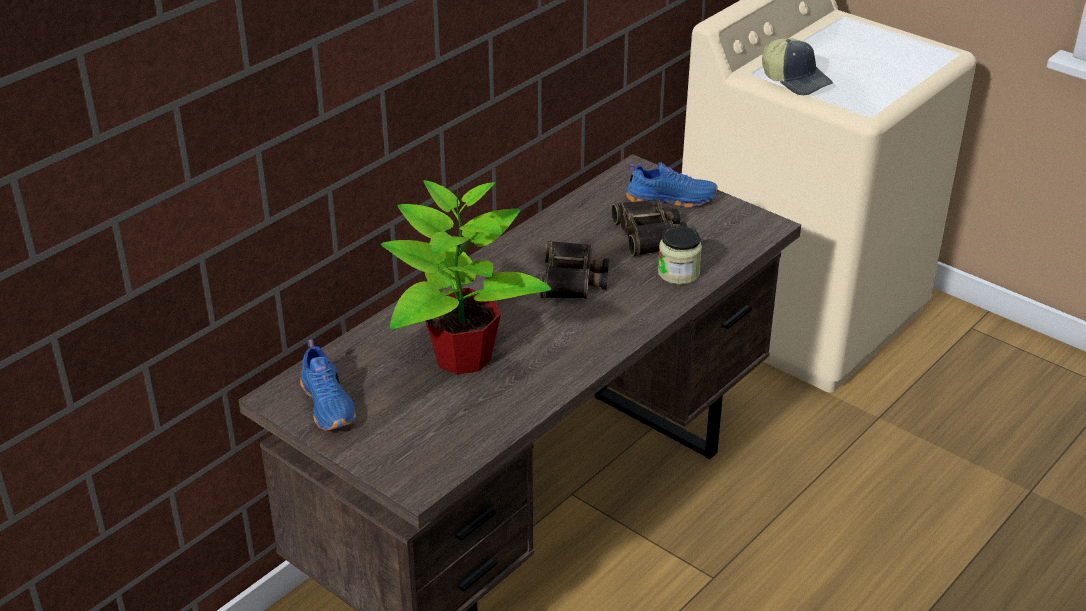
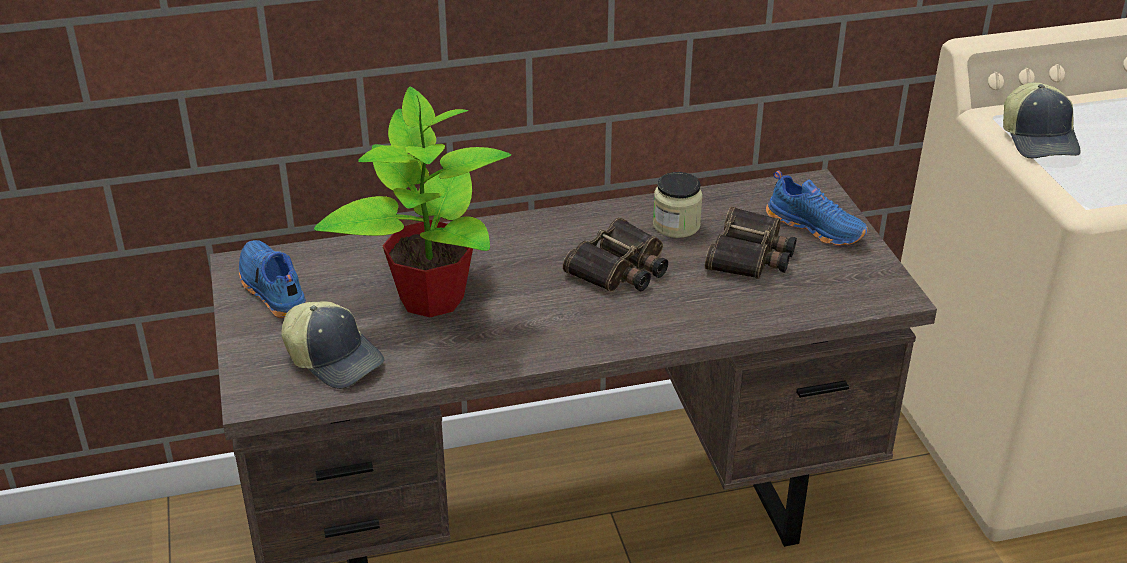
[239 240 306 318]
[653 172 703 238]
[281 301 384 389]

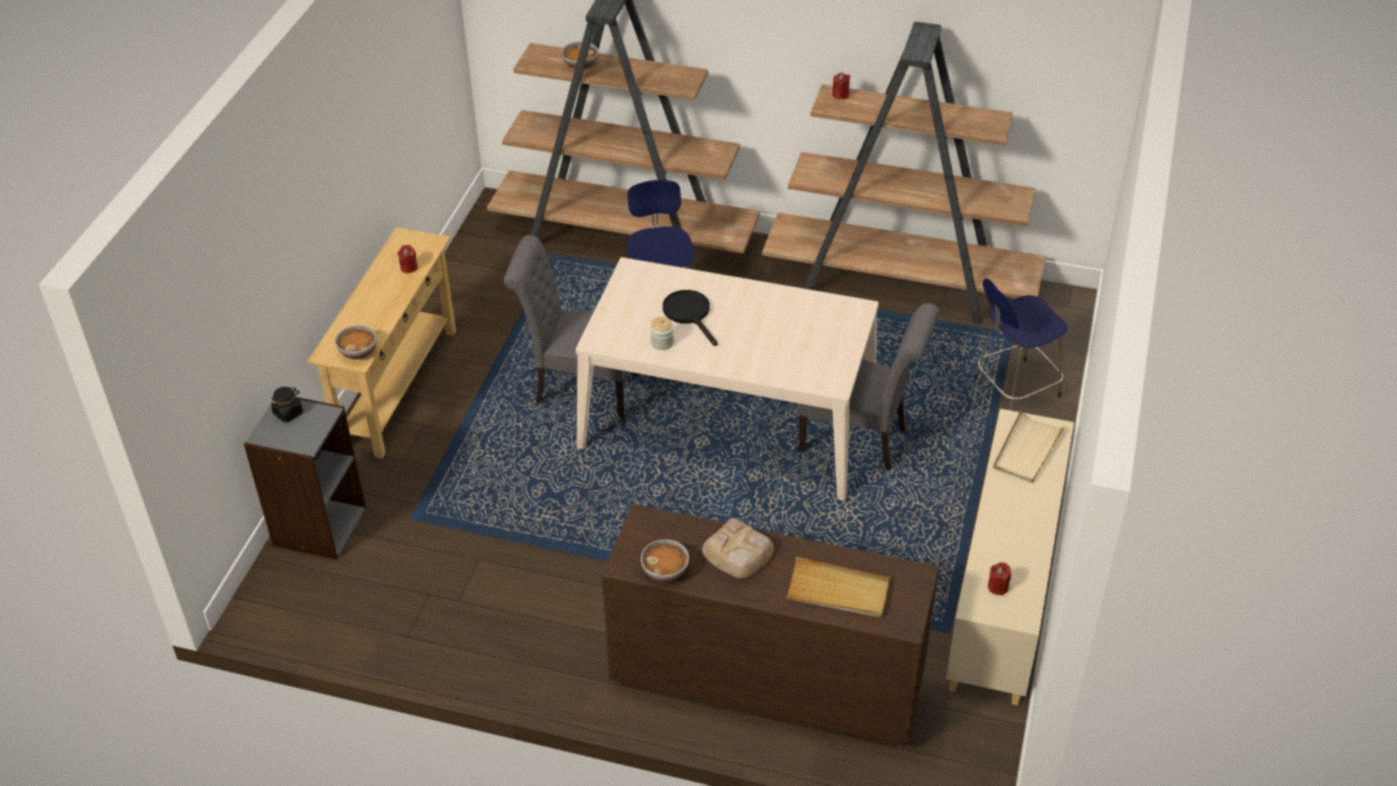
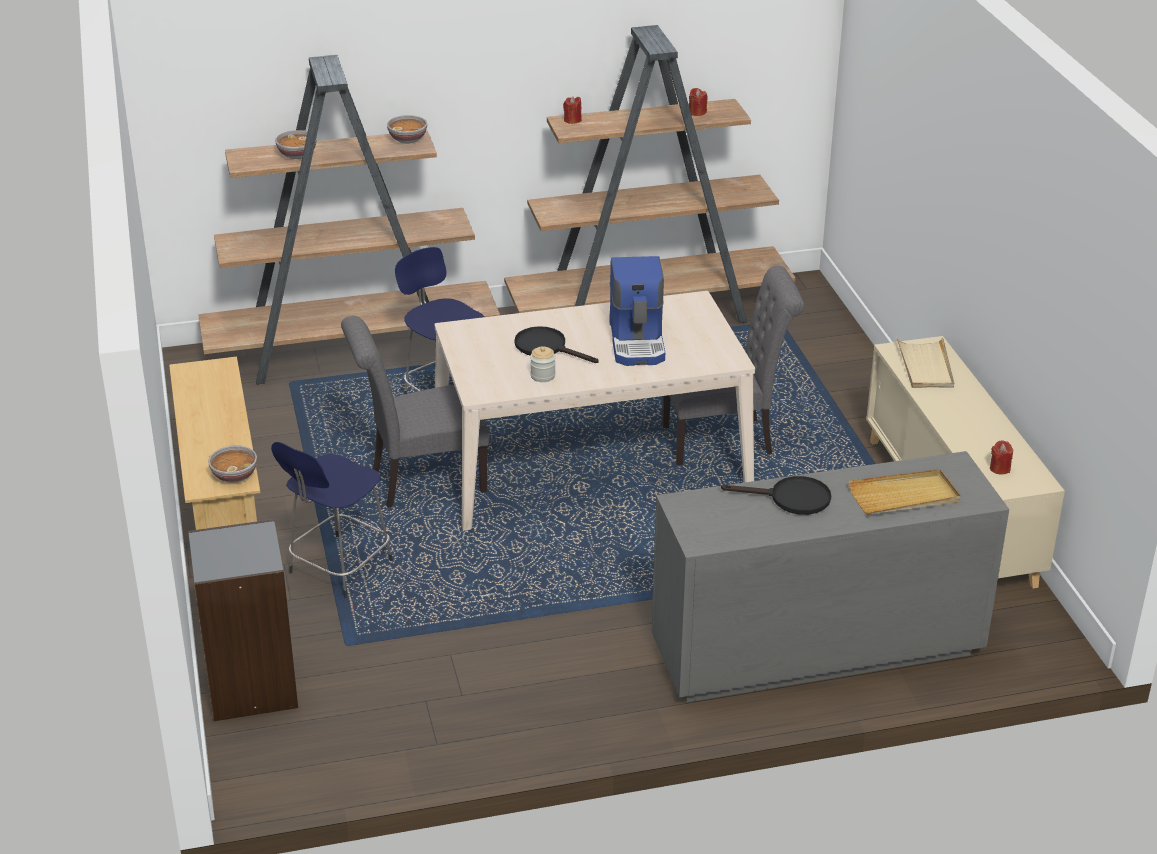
[271 387 303 422] (first image)
[689 88 707 116]
[652 451 1009 702]
[387 115 427 143]
[721 476 831 515]
[271 442 393 598]
[610 256 665 366]

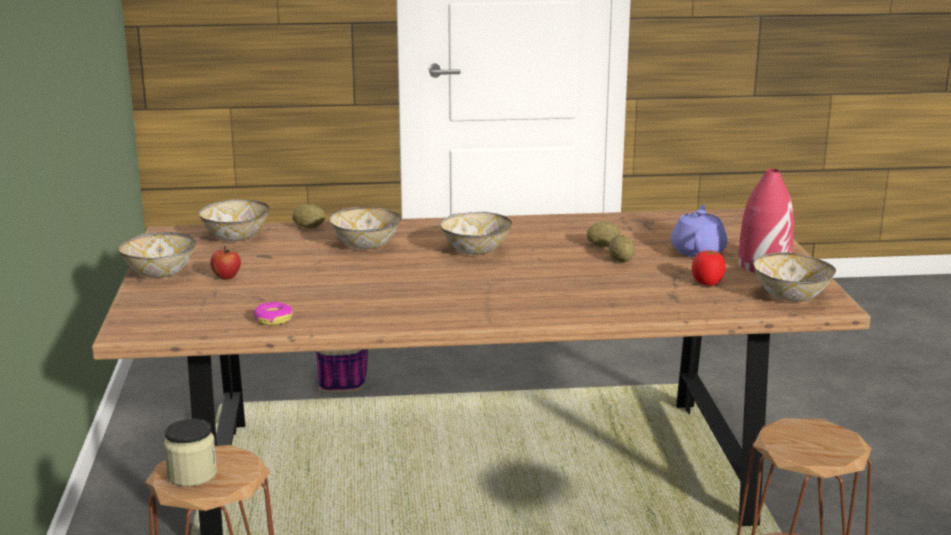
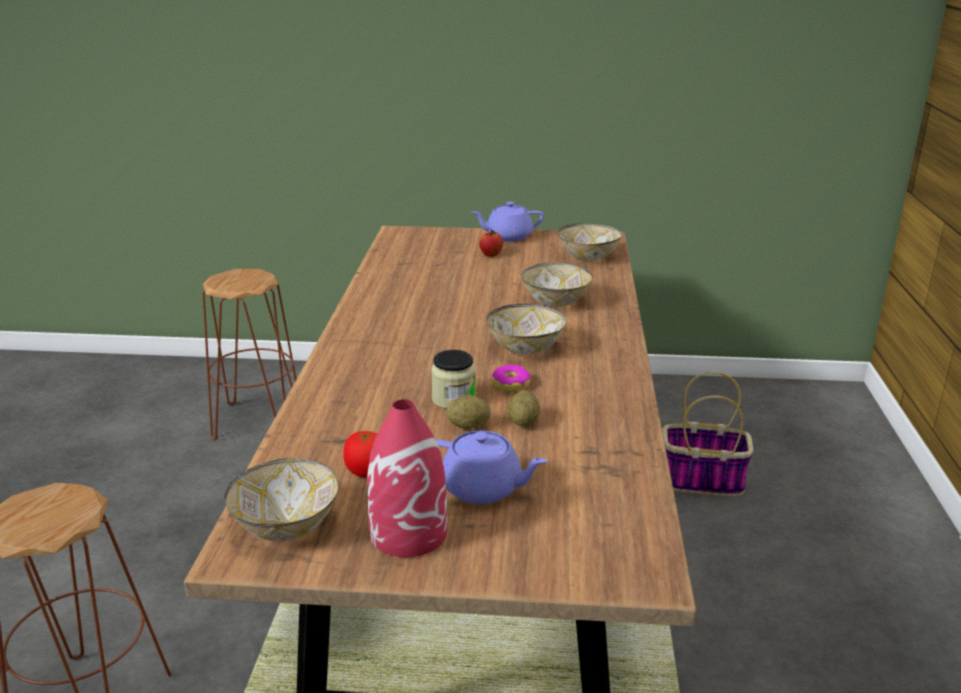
[472 202 544 242]
[431 350 476 409]
[491 365 531 391]
[292 204 325 228] (first image)

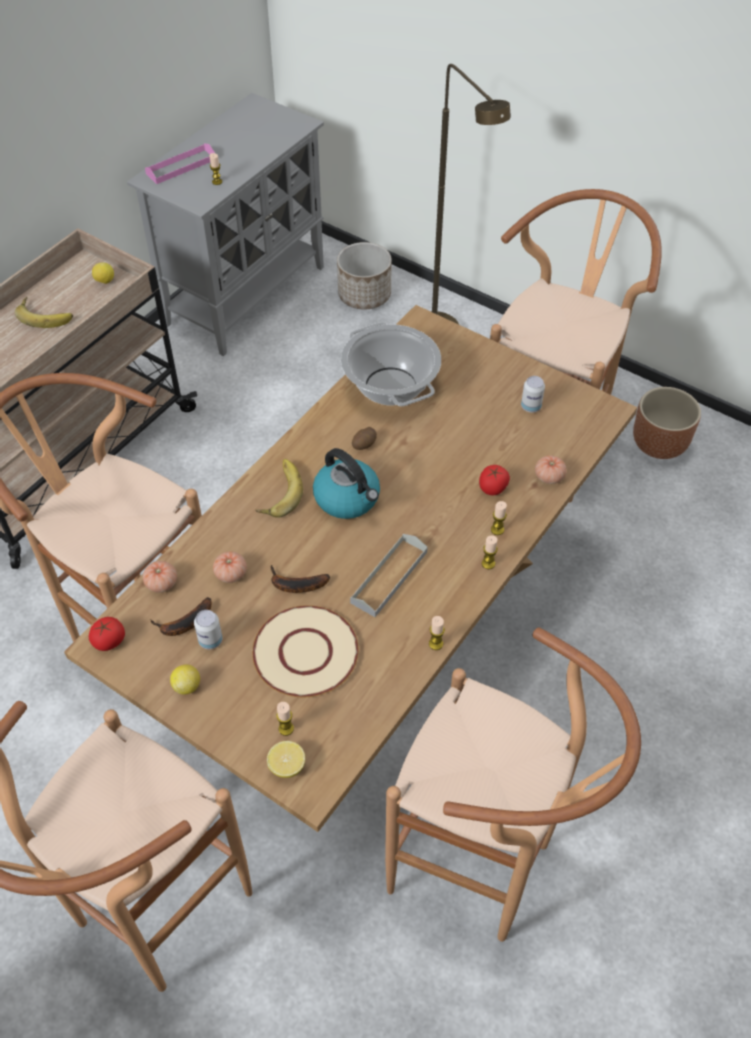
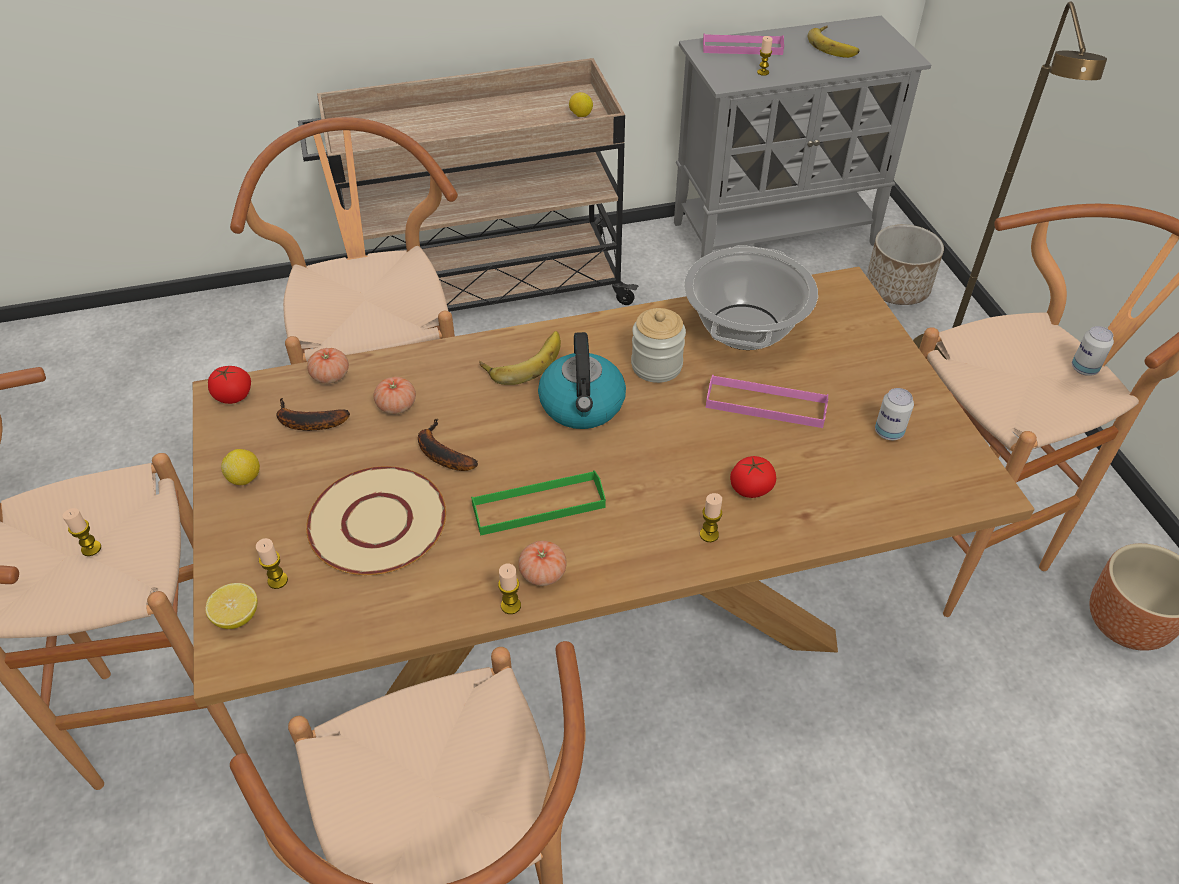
[808 26 859 58]
[1072 326 1114 376]
[471 470 606 536]
[631 308 686 383]
[62 508 101 556]
[518 541 567 586]
[706 375 828 428]

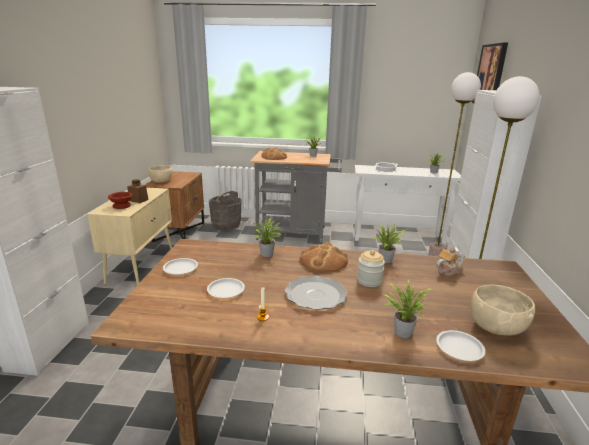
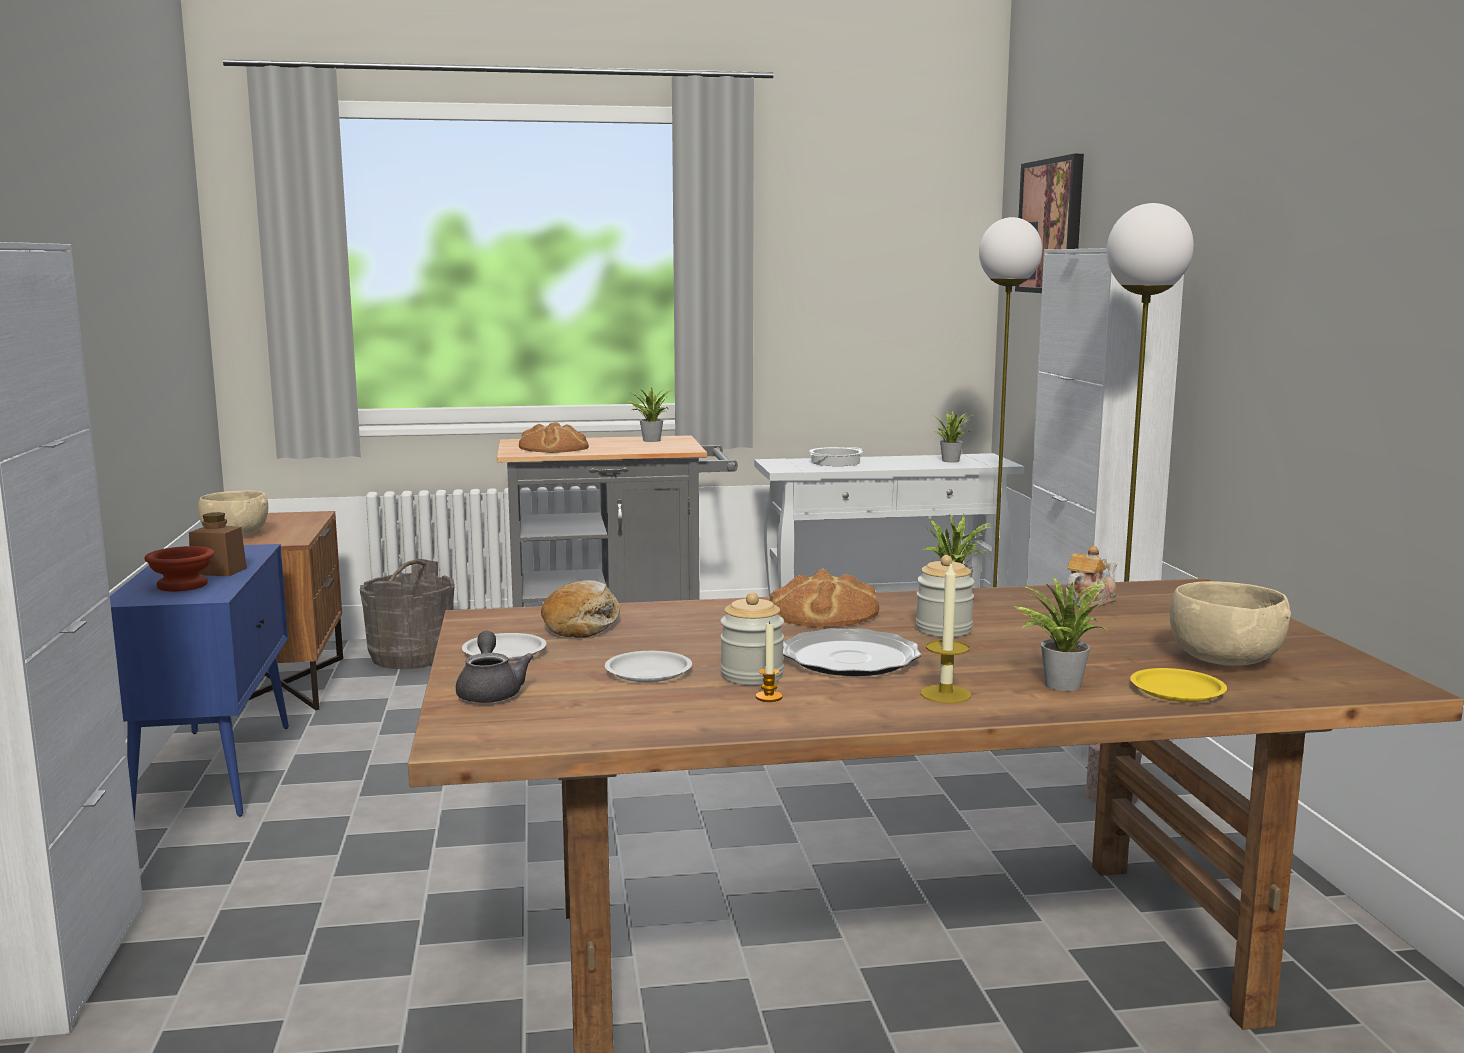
[110 544 289 821]
[251 218 286 257] (first image)
[1130 668 1227 702]
[456 631 534 703]
[541 580 620 638]
[720 592 784 685]
[920 564 971 703]

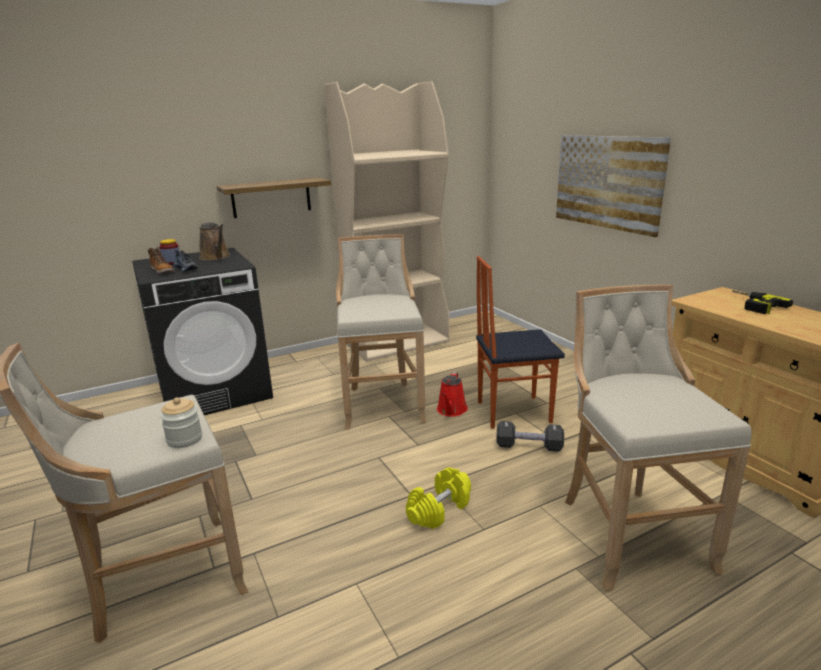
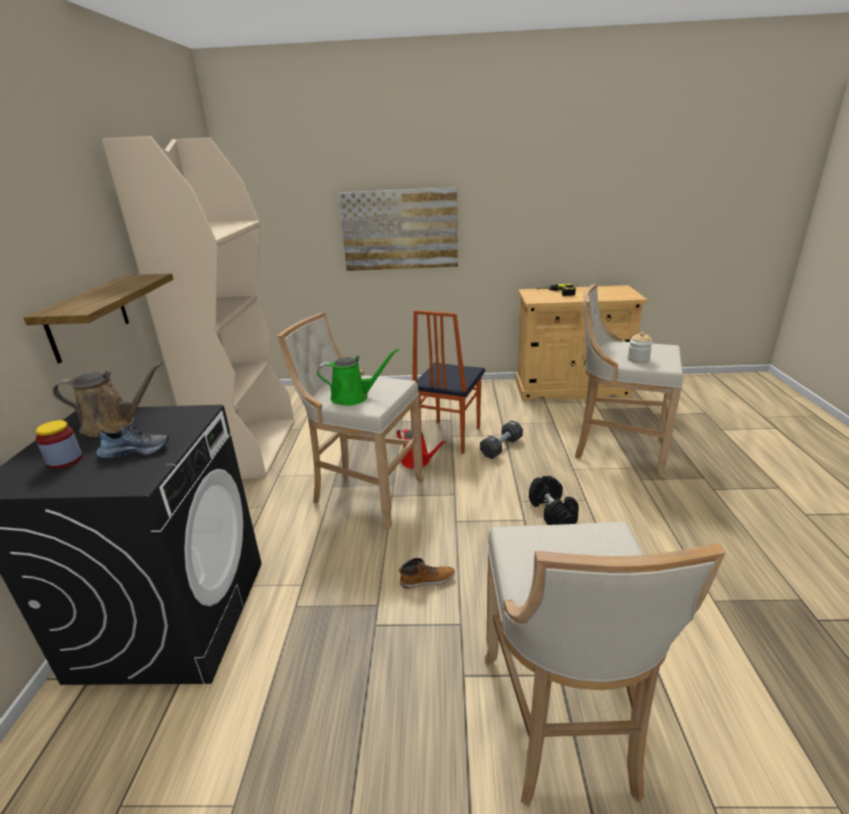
[399 558 455 589]
[628 332 653 363]
[529 476 579 525]
[317 349 399 406]

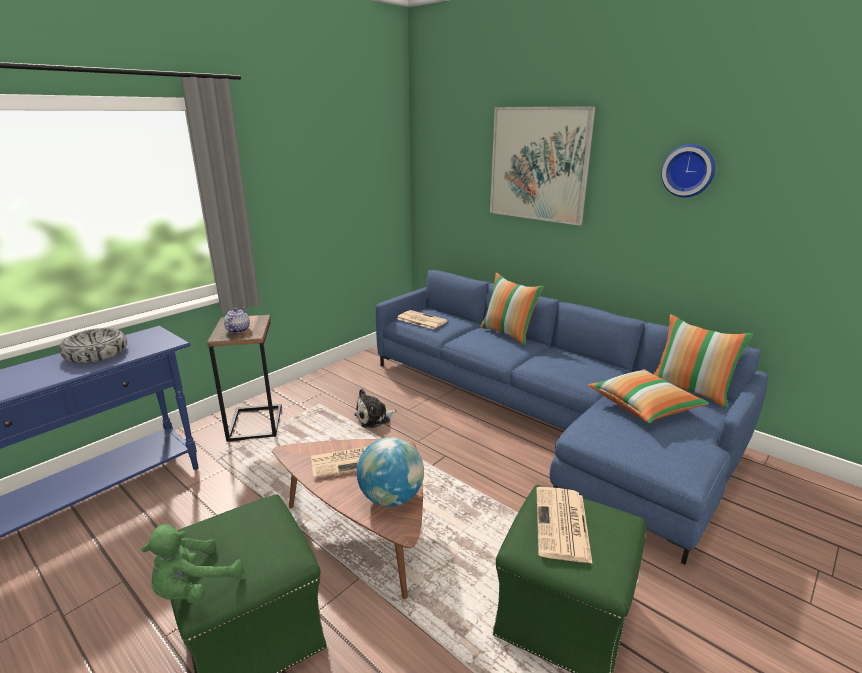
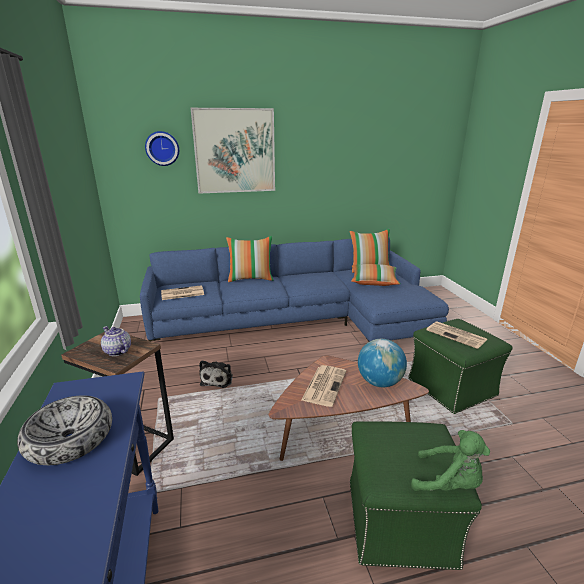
[411 430 490 491]
[145 131 179 166]

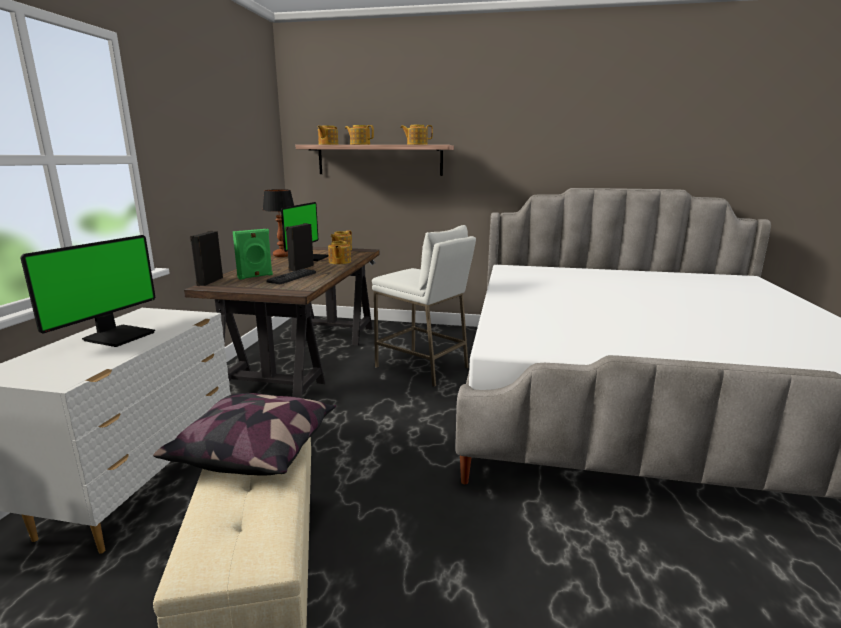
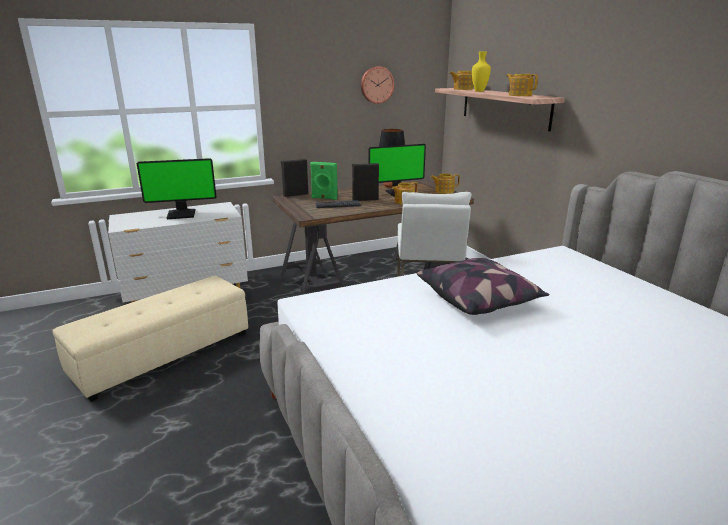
[417 258 550 315]
[472 52 491 92]
[361 66 394 104]

